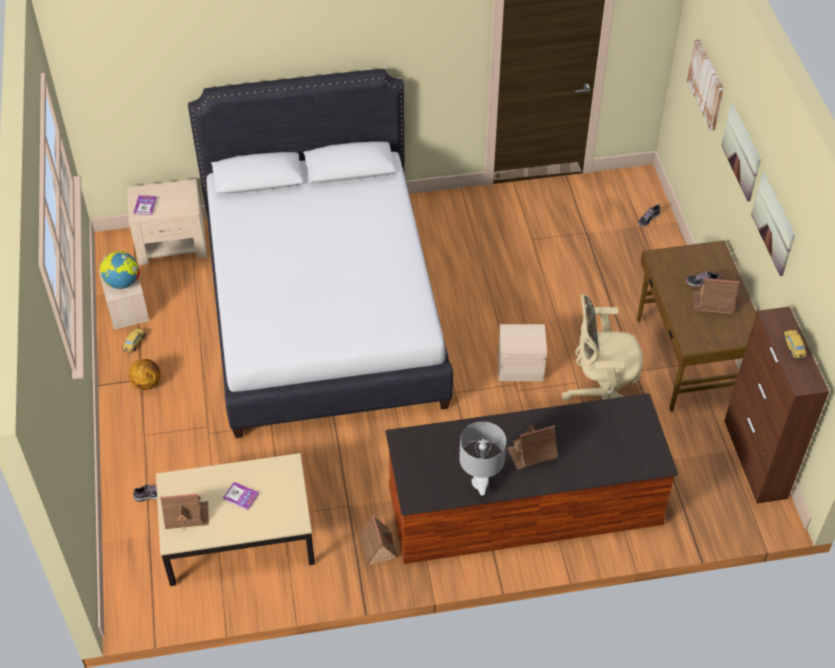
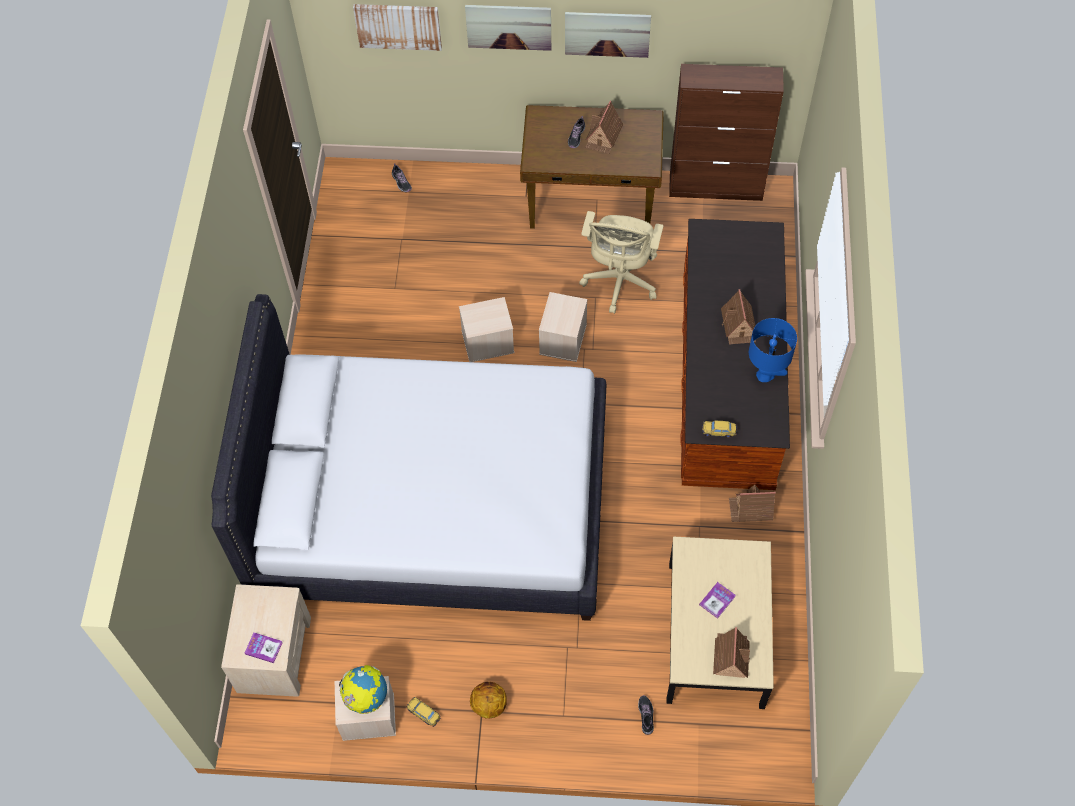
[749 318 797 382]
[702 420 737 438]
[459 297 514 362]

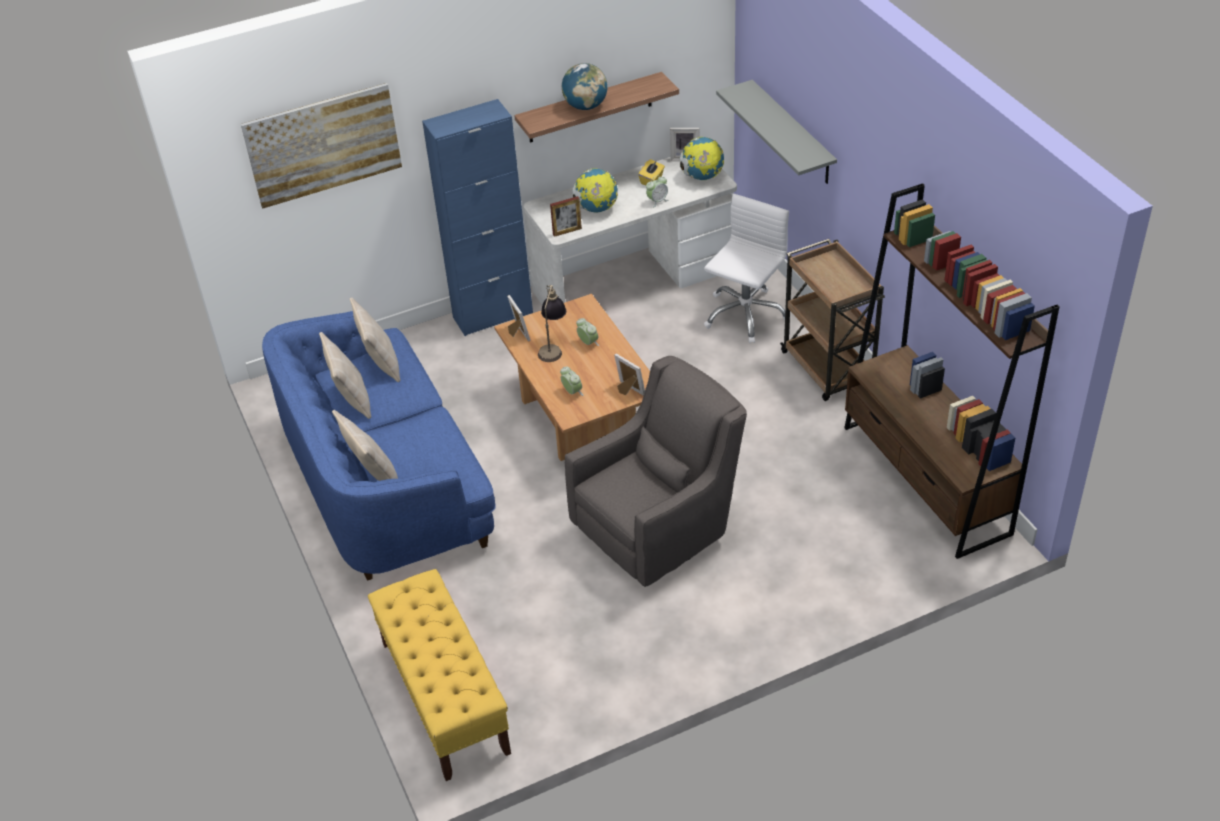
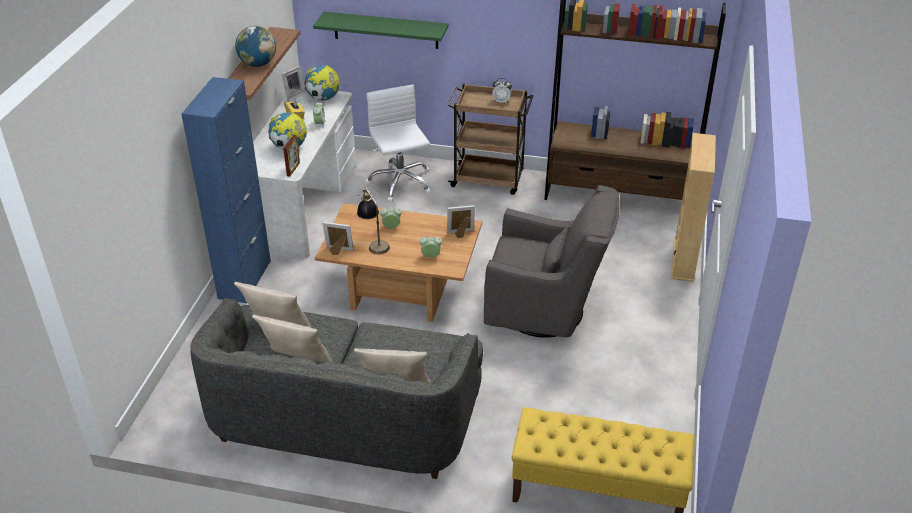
[241 83 402 208] (first image)
[190 298 483 479]
[484 185 620 338]
[313 12 448 49]
[492 78 512 104]
[671 133 716 282]

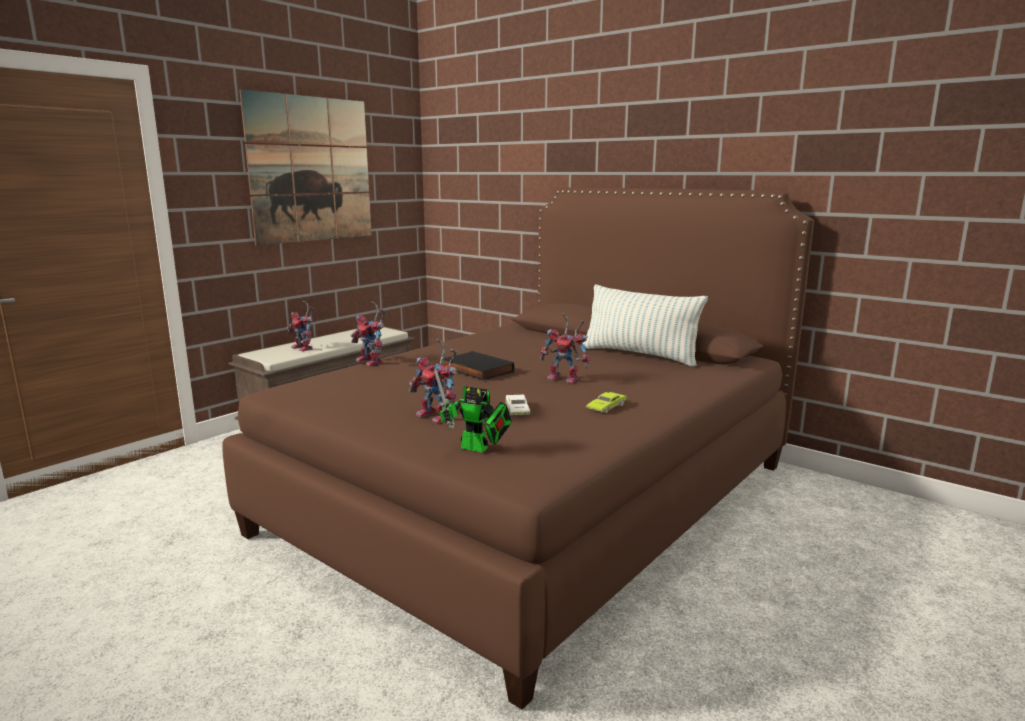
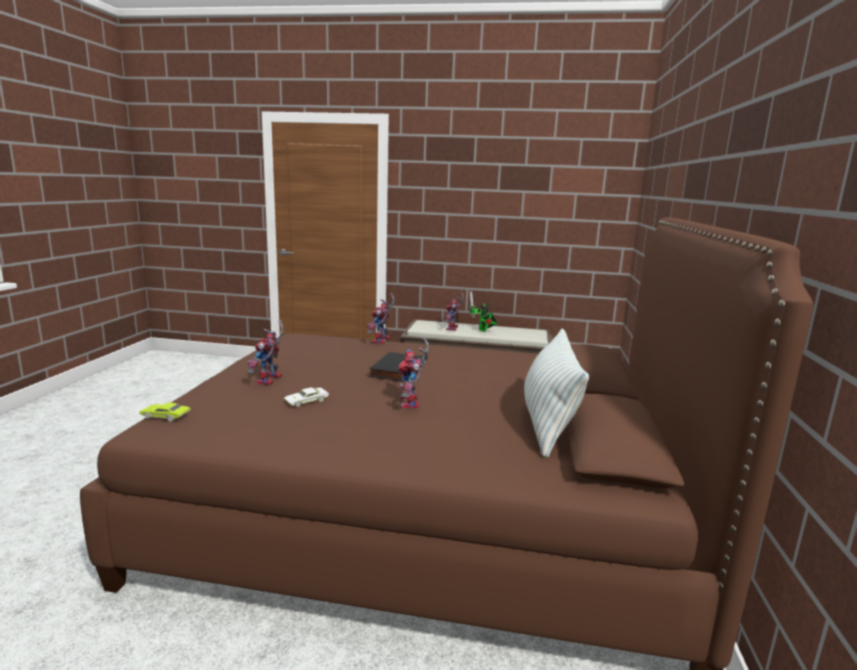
[239 89 372 246] (first image)
[469 291 497 332]
[139 403 191 422]

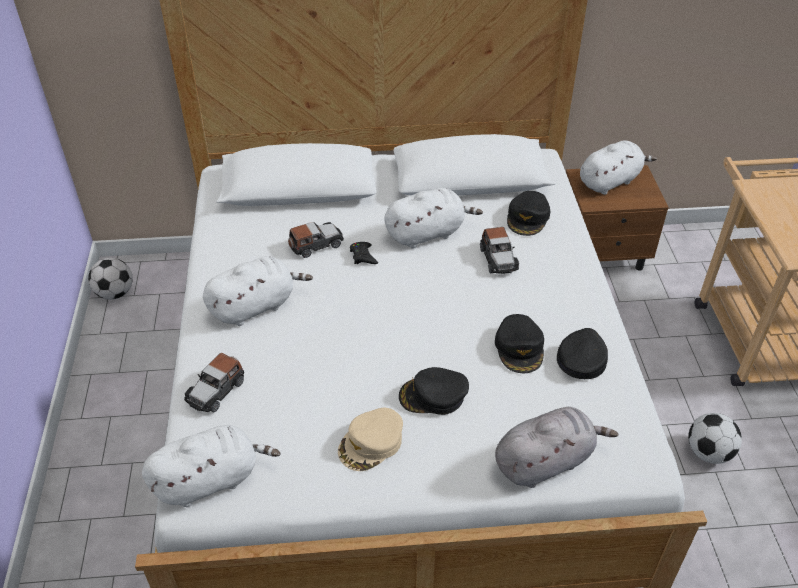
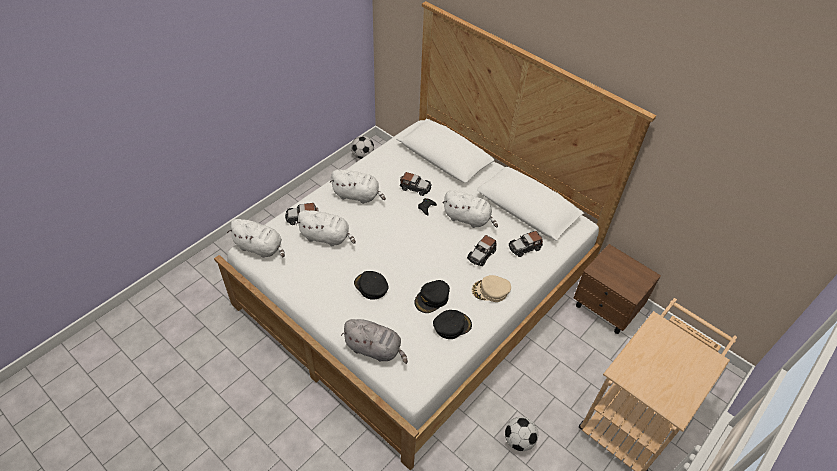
[472 275 511 302]
[509 231 543 257]
[296 210 356 246]

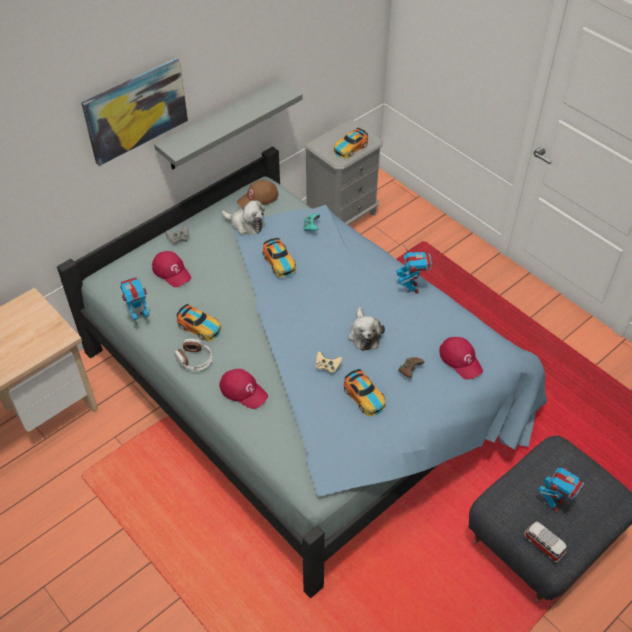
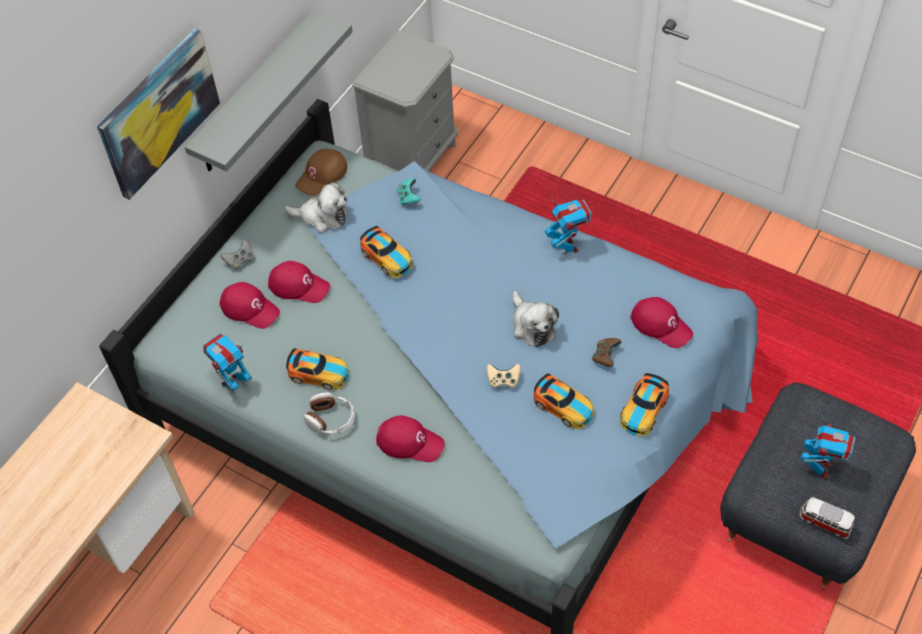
[620 373 669 436]
[268 261 330 303]

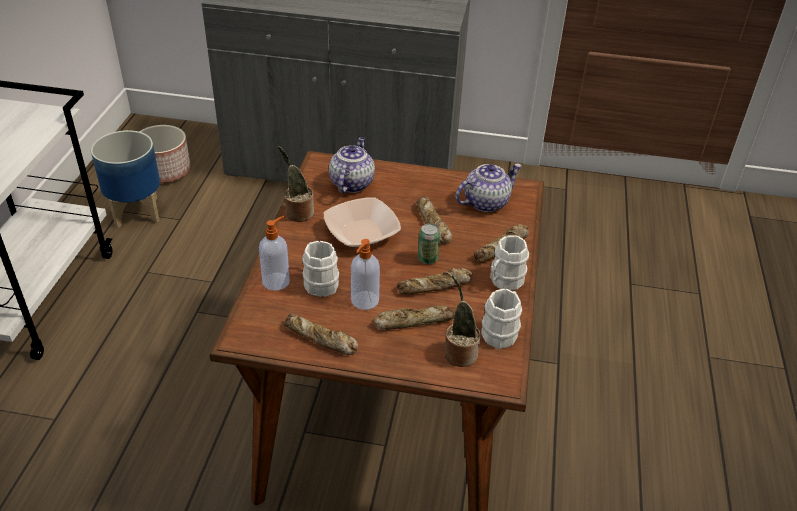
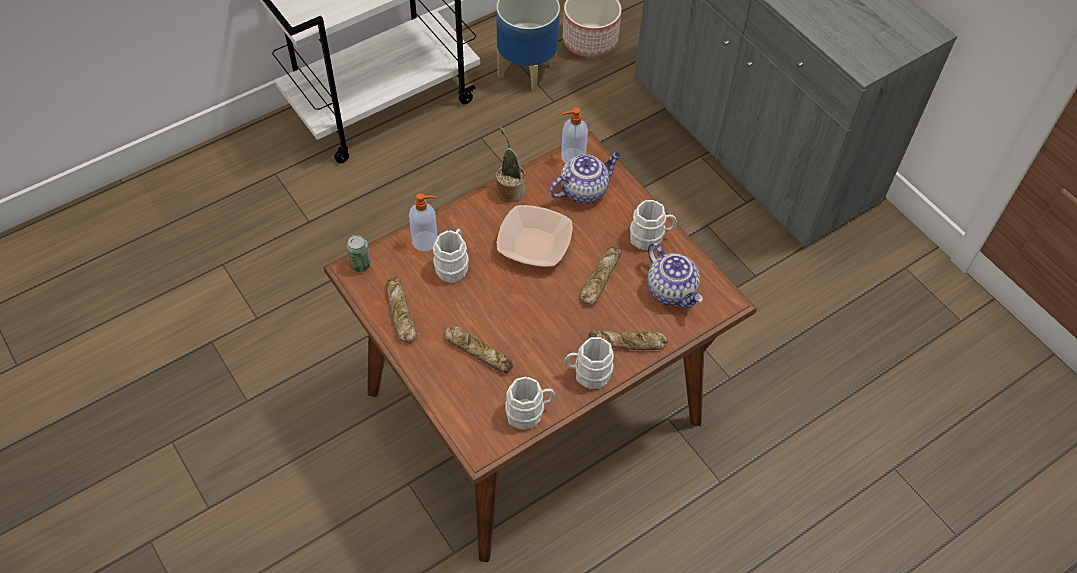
[561 108 588 164]
[397 268 473 294] (first image)
[346 235 371 272]
[445 275 481 367] (first image)
[647 242 703 308]
[630 200 677 250]

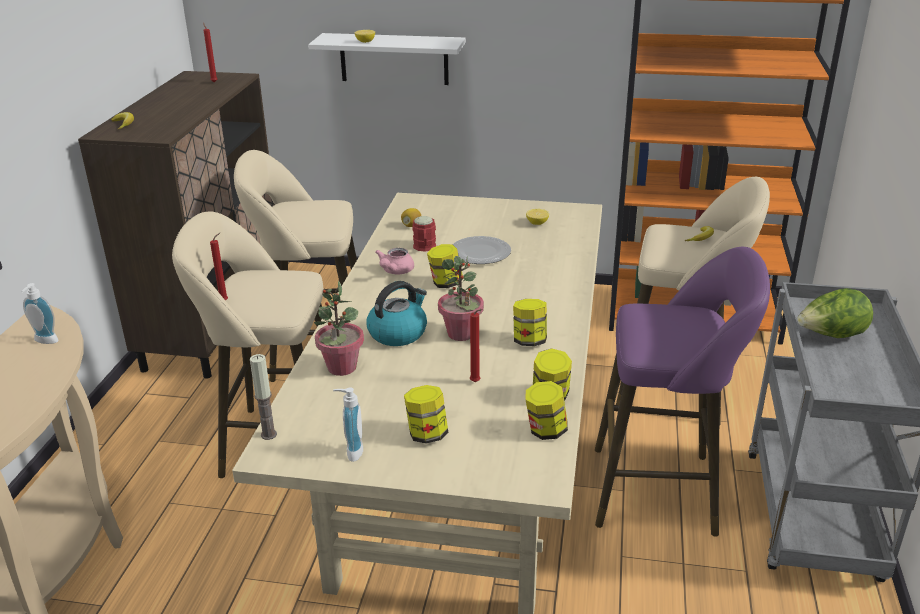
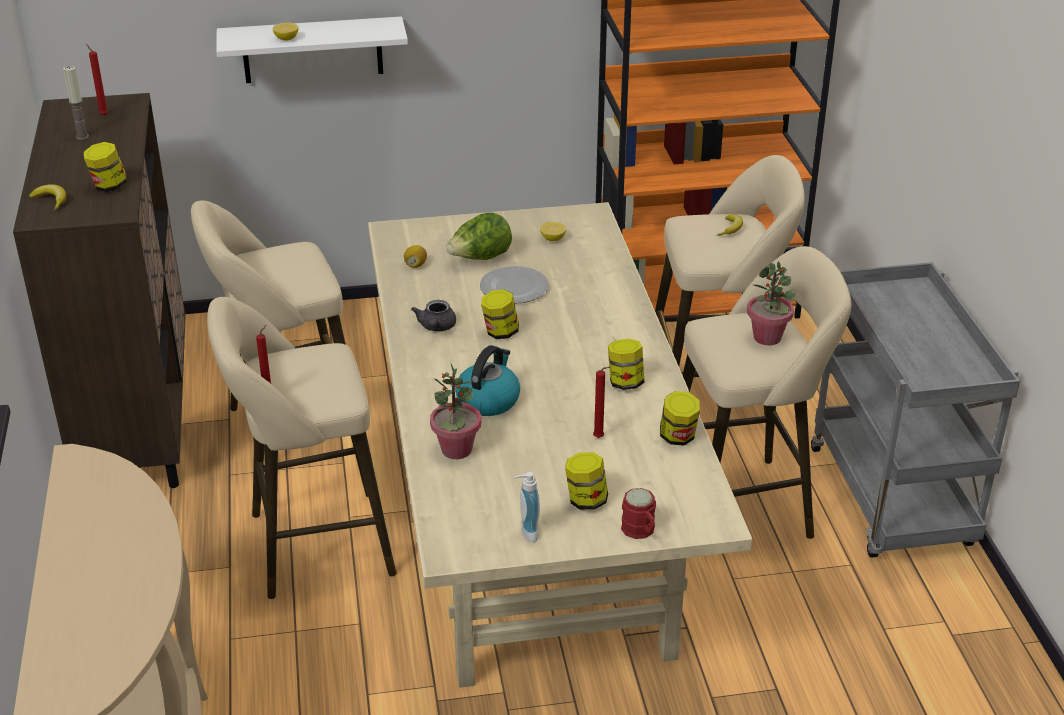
[21 283 59 344] (first image)
[63 66 89 140]
[411 300 456 332]
[621 488 656 539]
[747 261 795 345]
[84 142 127 192]
[683 246 852 539]
[446 213 512 260]

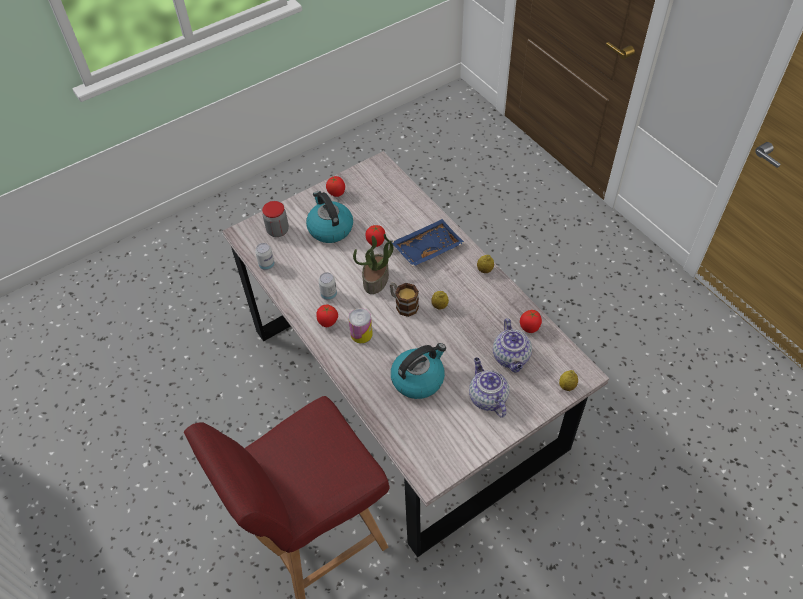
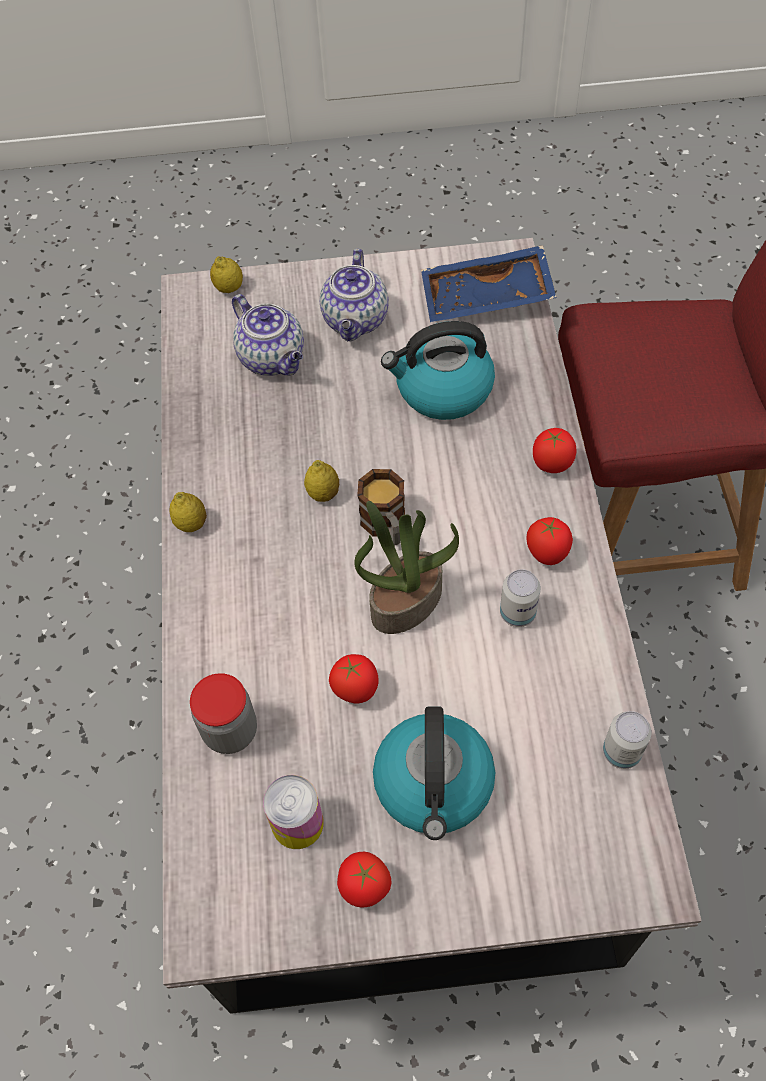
[190 673 257 754]
[263 775 324 849]
[421 245 556 322]
[232 294 304 376]
[533 428 576 473]

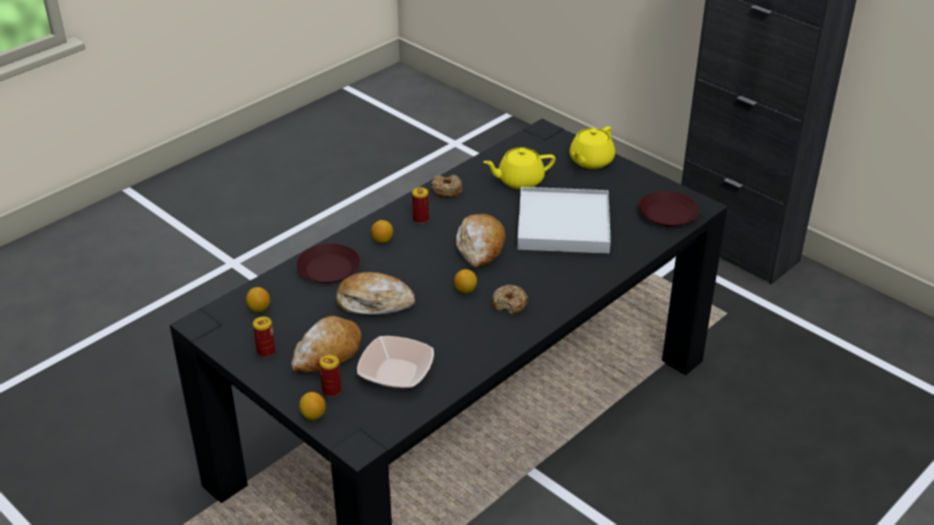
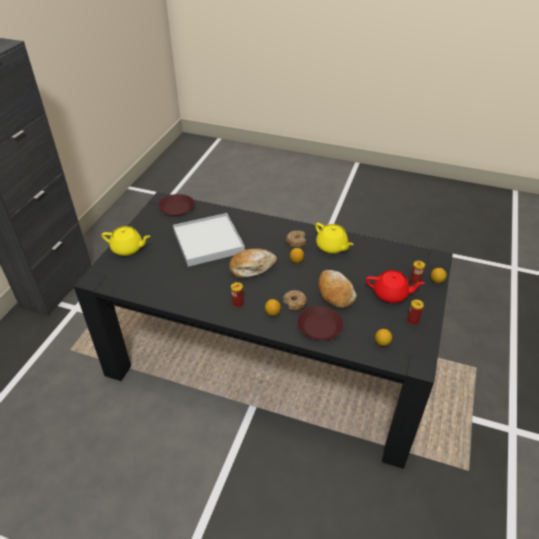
[366 270 425 303]
[357 336 434 388] (first image)
[283 290 307 311]
[315 223 354 254]

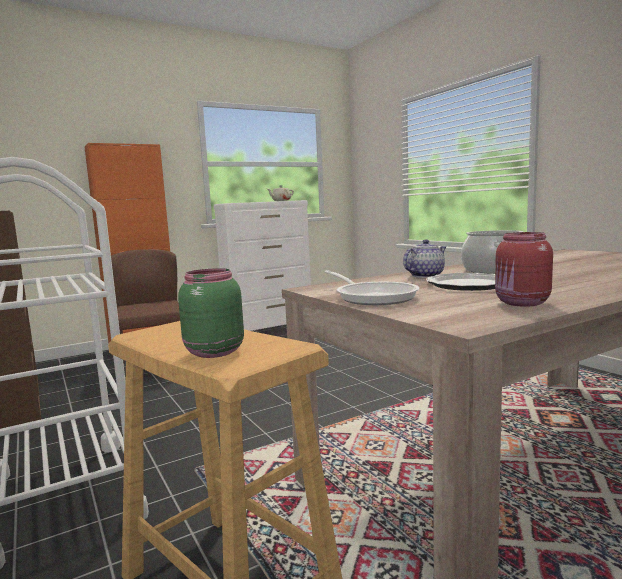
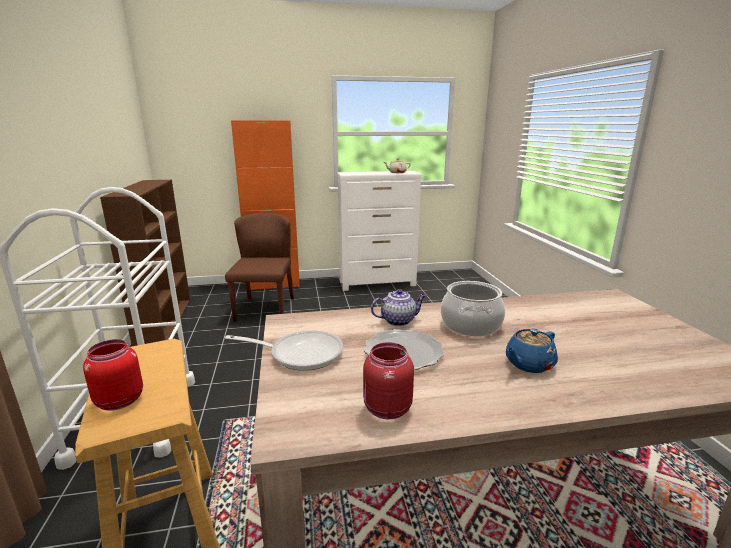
[83 339 143 411]
[225 330 343 371]
[506 329 558 373]

